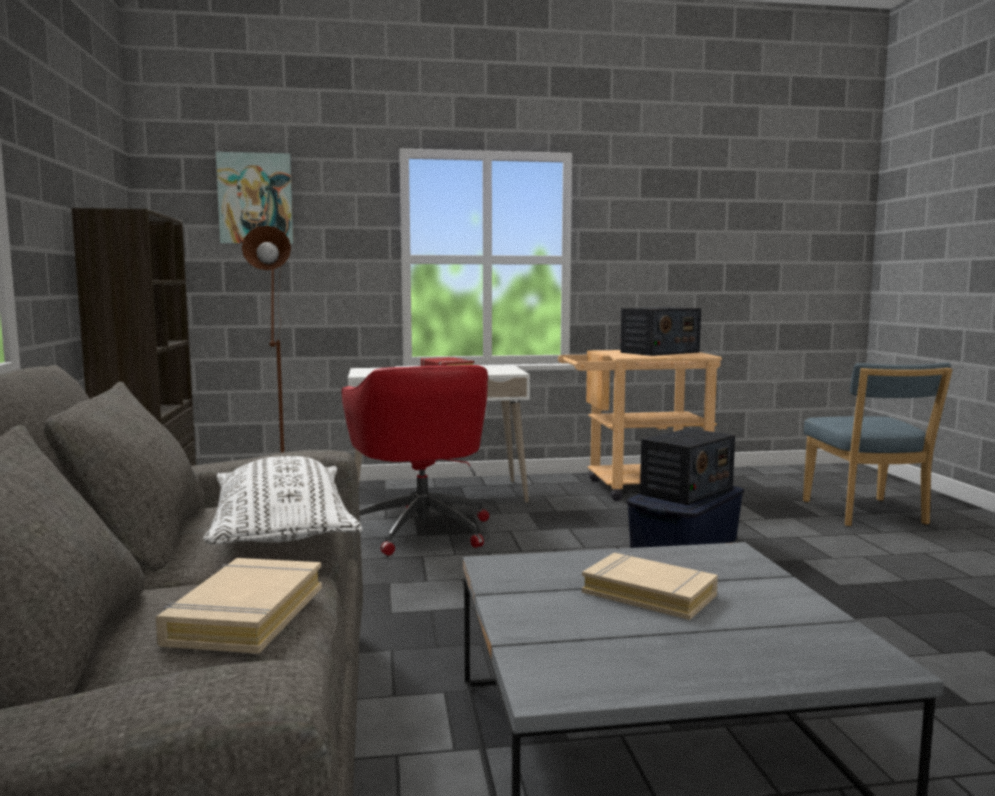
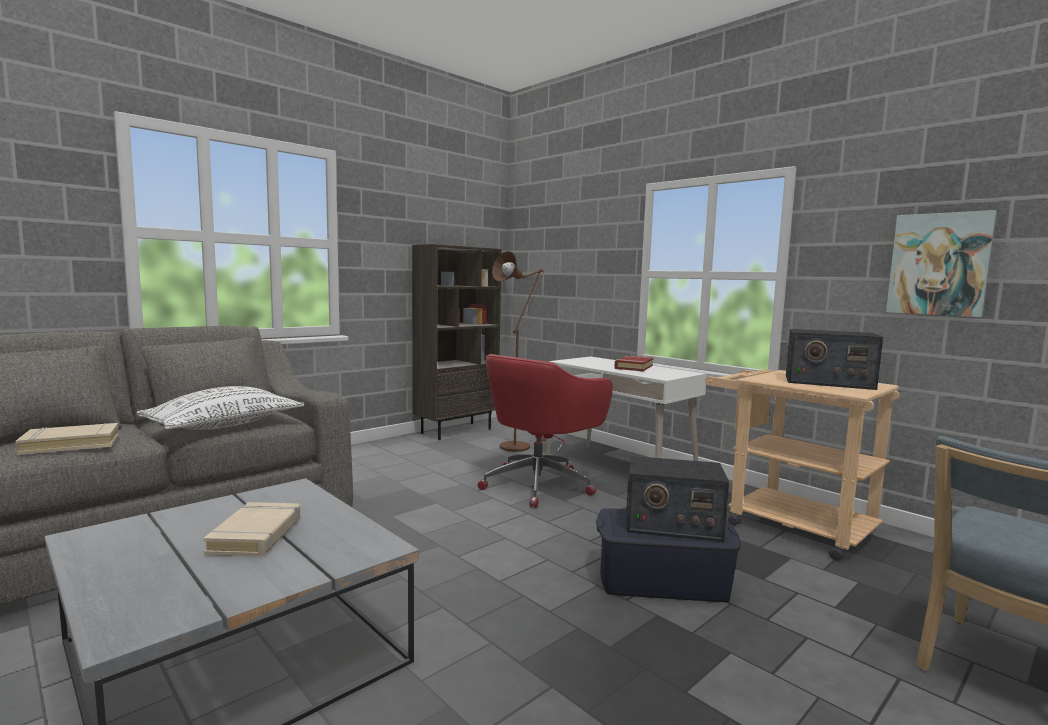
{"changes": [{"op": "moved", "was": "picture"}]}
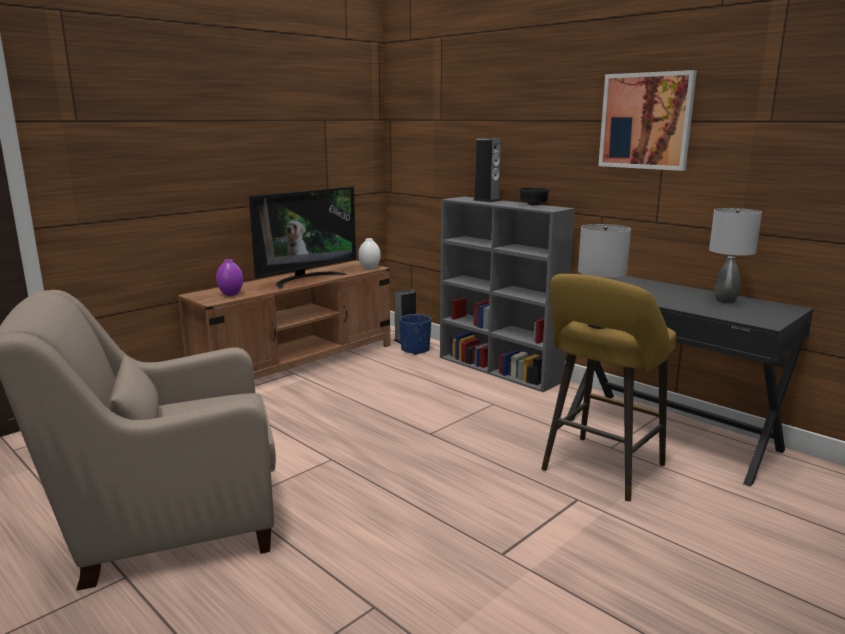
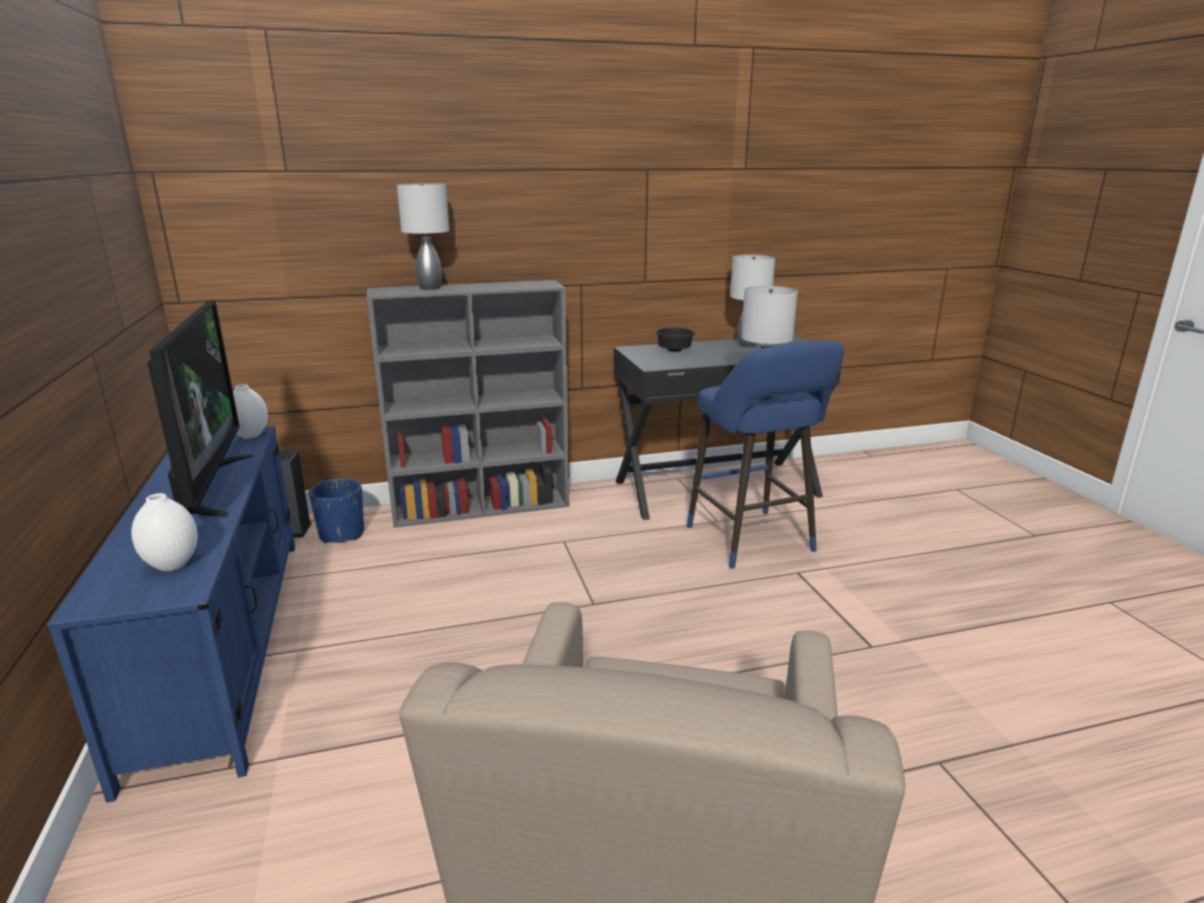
{"changes": [{"op": "removed", "was": "picture"}, {"op": "moved", "was": "bowl (blackish)"}, {"op": "replaced", "was": "speaker (2nd from left)", "now": "table lamp (greyish) (1st from left)"}, {"op": "recoloured", "was": "media console (brown)", "now": "media console (blue)"}, {"op": "recoloured", "was": "flower vase (purple)", "now": "flower vase (white-coloured) (1st from left)"}, {"op": "recoloured", "was": "stool seat (yellowish)", "now": "stool seat (blue)"}]}
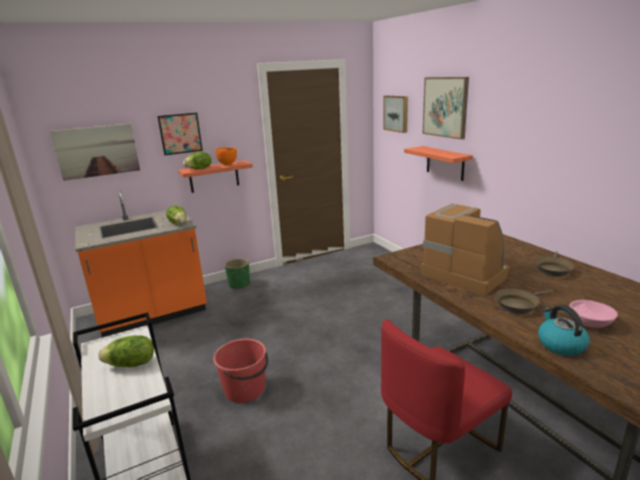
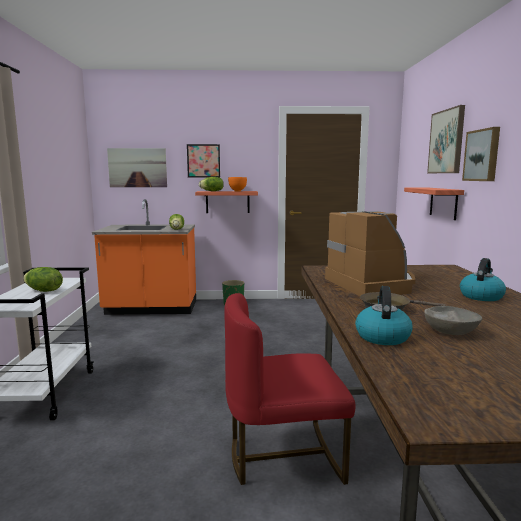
{"changes": [{"op": "removed", "was": "bucket (red-coloured)"}, {"op": "moved", "was": "picture (3rd from left in the first image)", "now": "picture (4th from left)"}, {"op": "replaced", "was": "skillet (brown) (2nd from left)", "now": "tea kettle (2nd from left)"}, {"op": "recoloured", "was": "bowl (pinkish)", "now": "bowl (greyish)"}]}
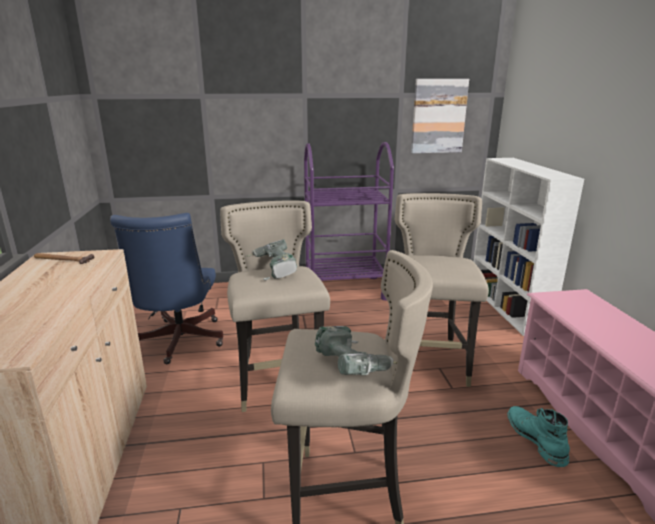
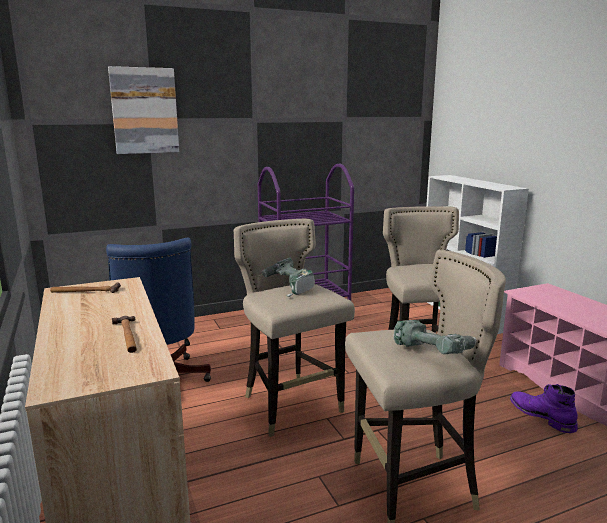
{"changes": [{"op": "added", "now": "hand hammer (2nd from left)"}, {"op": "moved", "was": "picture"}, {"op": "recoloured", "was": "tall boot (blue-green)", "now": "tall boot (purple)"}]}
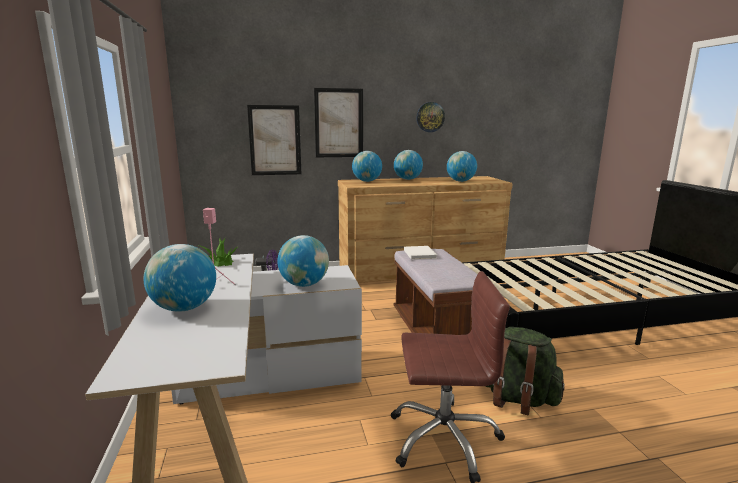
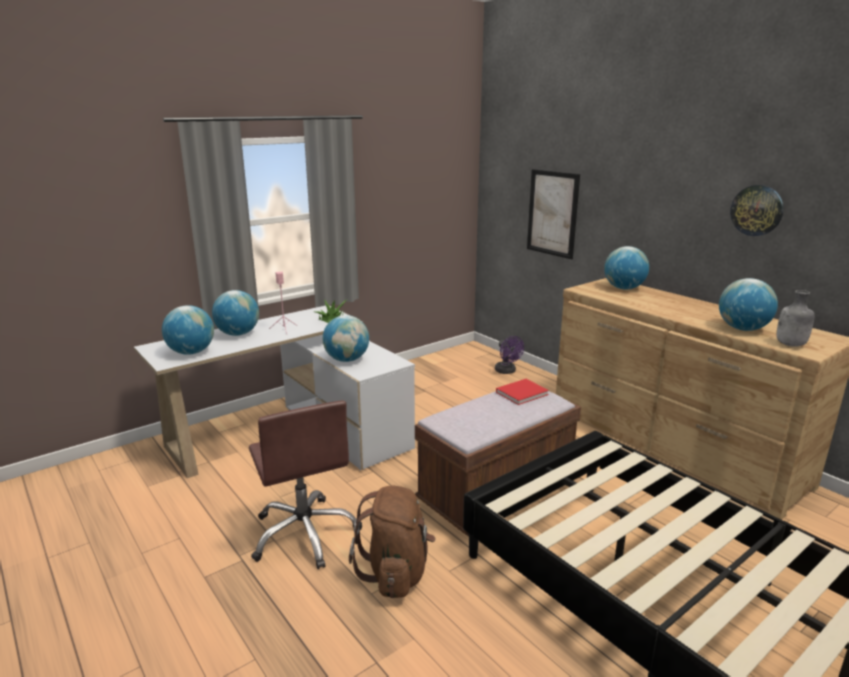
{"changes": [{"op": "removed", "was": "picture (2nd from left)"}, {"op": "added", "now": "drink bottle (greyish)"}, {"op": "moved", "was": "world globe (4th from left in the first image)", "now": "world globe (1st from left)"}, {"op": "recoloured", "was": "book (white-coloured)", "now": "book (red-coloured)"}, {"op": "recoloured", "was": "backpack (green)", "now": "backpack (brown)"}]}
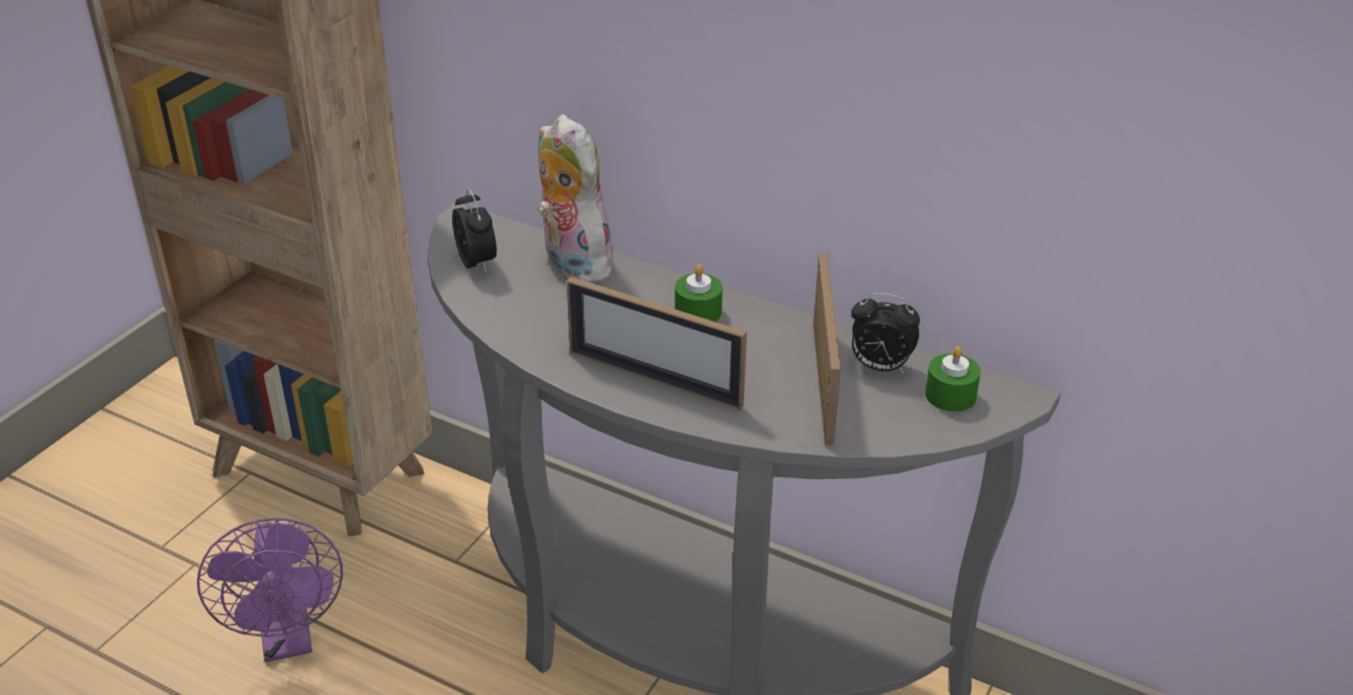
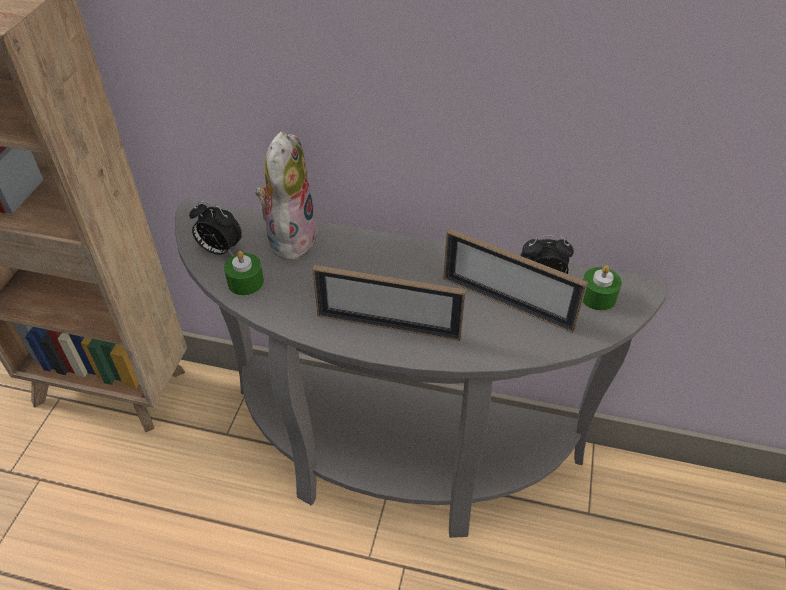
{"changes": [{"op": "removed", "was": "cooling fan (purple)"}, {"op": "moved", "was": "candle (green) (1st from left)"}, {"op": "turned", "was": "table clock (1st from left)", "clockwise": 150}, {"op": "turned", "was": "plush toy", "clockwise": 60}, {"op": "turned", "was": "standing frame (2nd from left)", "clockwise": 135}]}
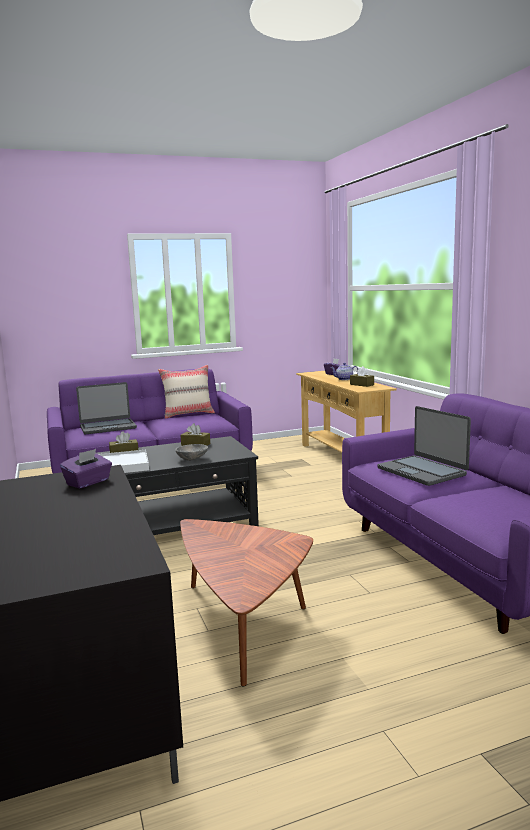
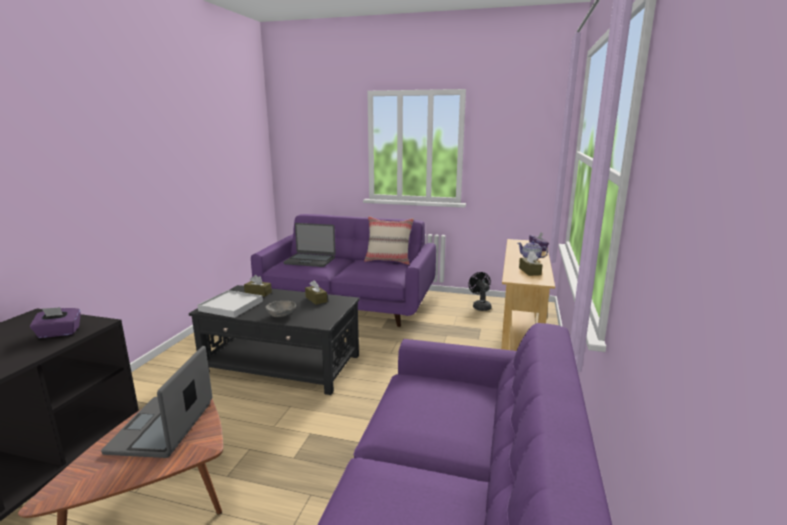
{"changes": [{"op": "added", "now": "cooling fan (blackish)"}, {"op": "moved", "was": "portable computer (2nd from left in the first image)", "now": "portable computer (1st from left)"}]}
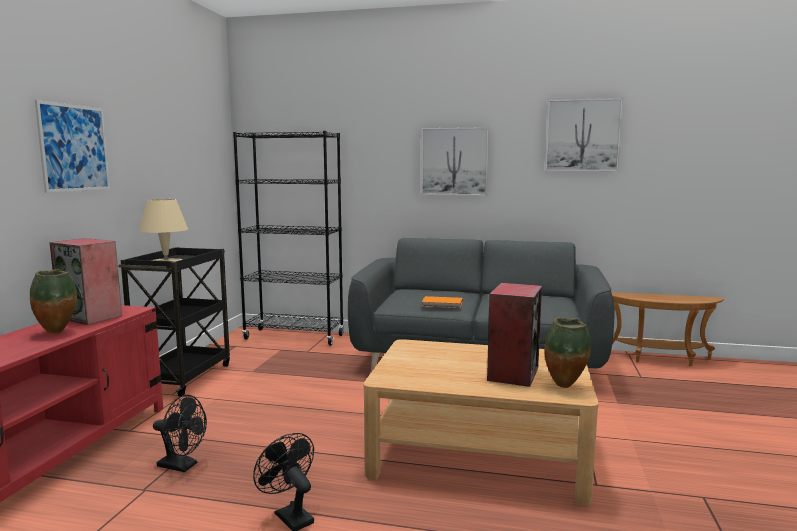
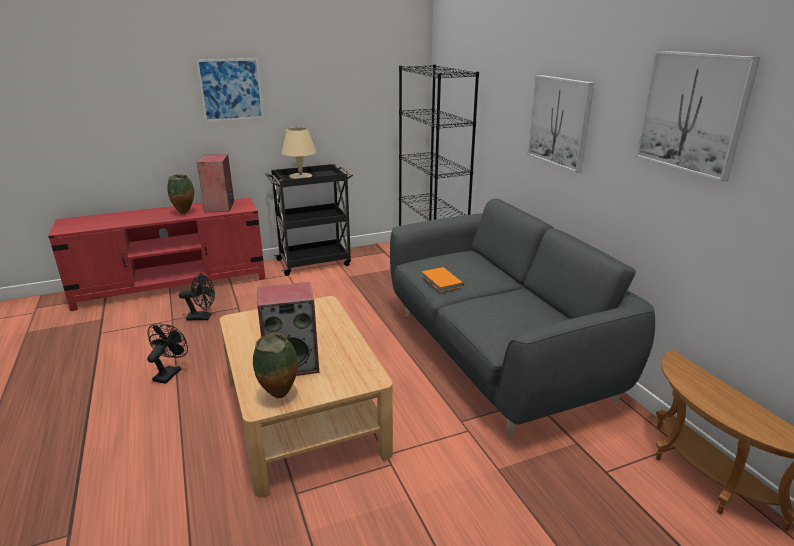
{"changes": [{"op": "turned", "was": "cooling fan (blackish) (1st from left in the first image)", "clockwise": -75}]}
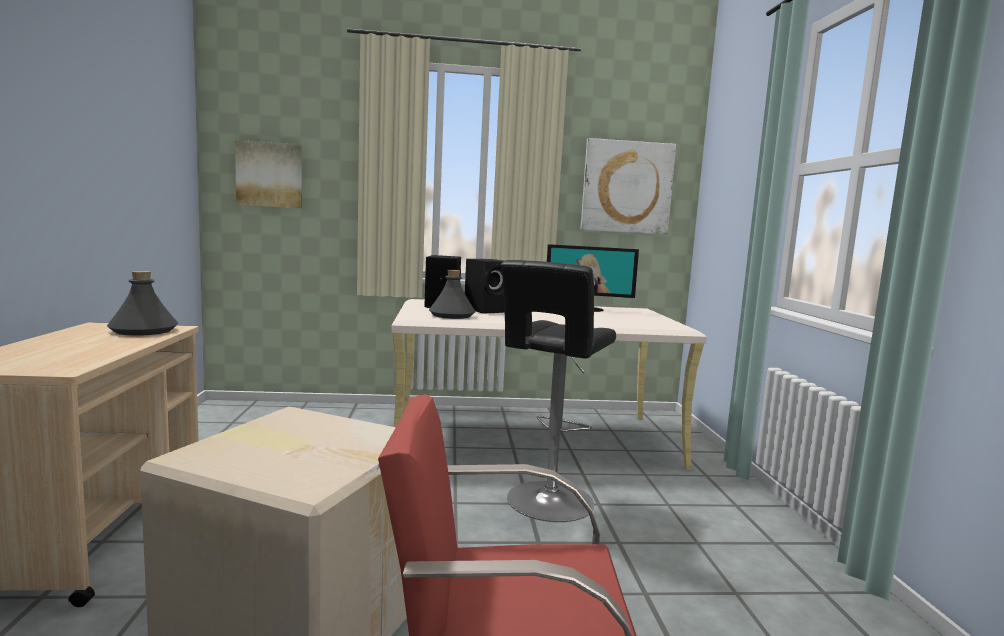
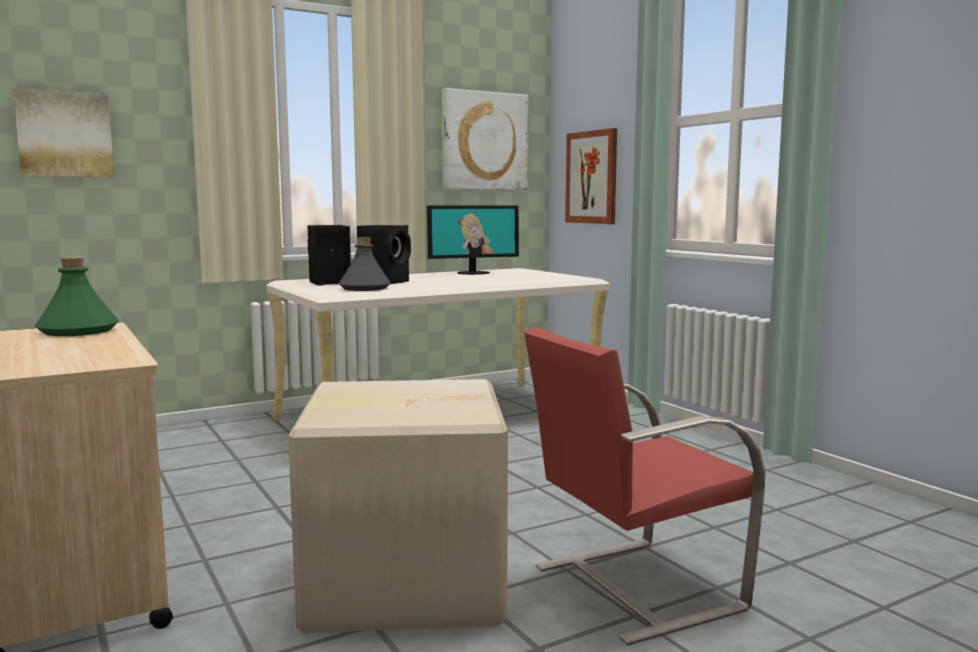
{"changes": [{"op": "removed", "was": "stool seat (blackish)"}, {"op": "added", "now": "picture (3rd from left)"}, {"op": "recoloured", "was": "drink bottle (greyish) (1st from left)", "now": "drink bottle (green)"}]}
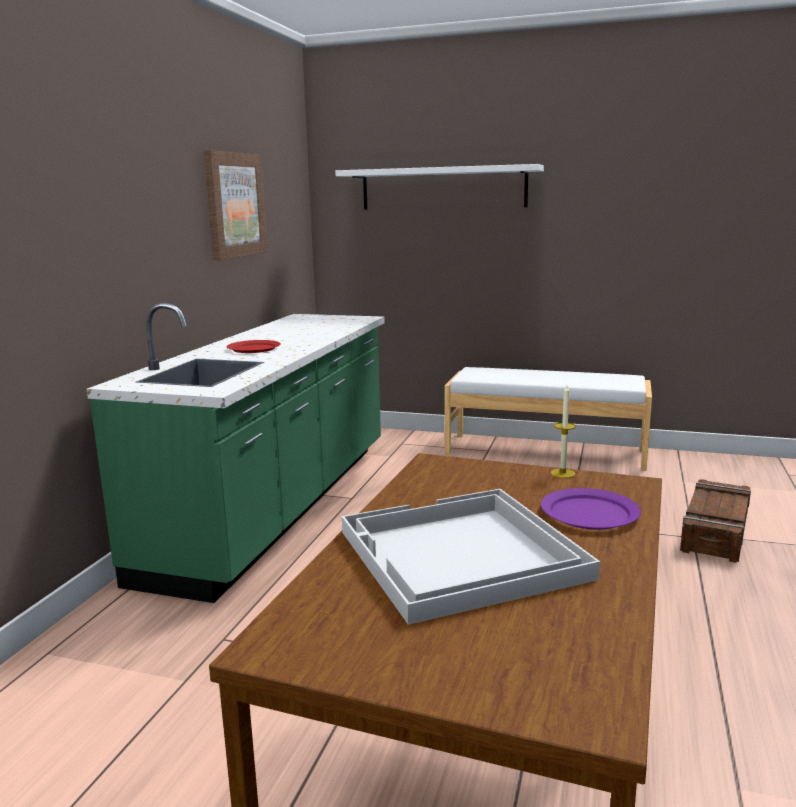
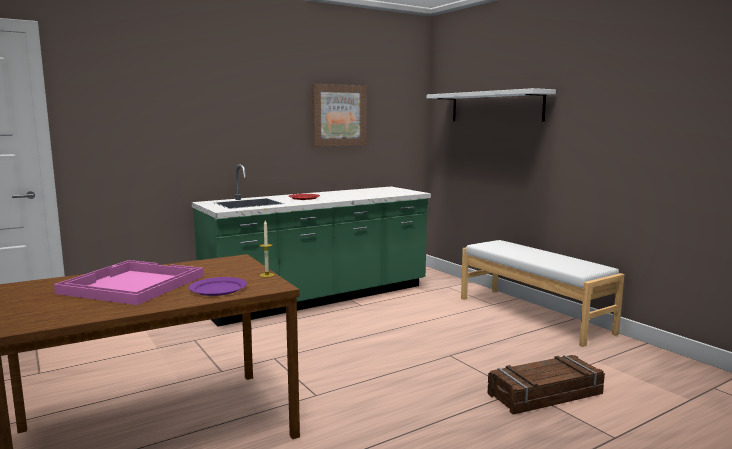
{"changes": [{"op": "recoloured", "was": "tray (white-coloured)", "now": "tray (pinkish)"}]}
